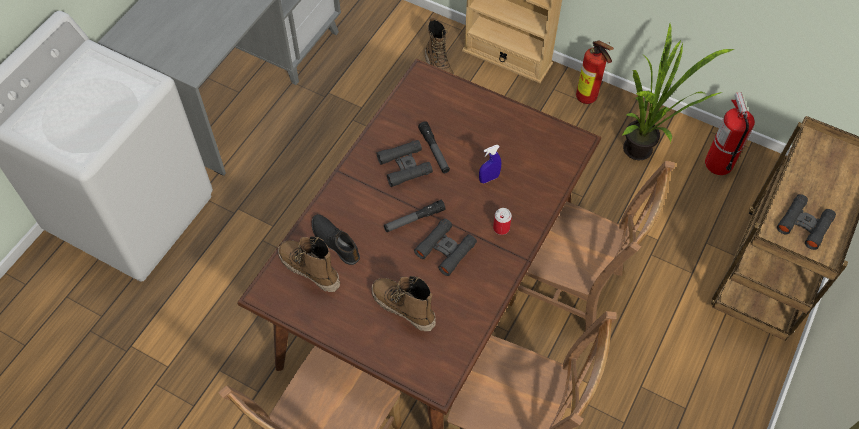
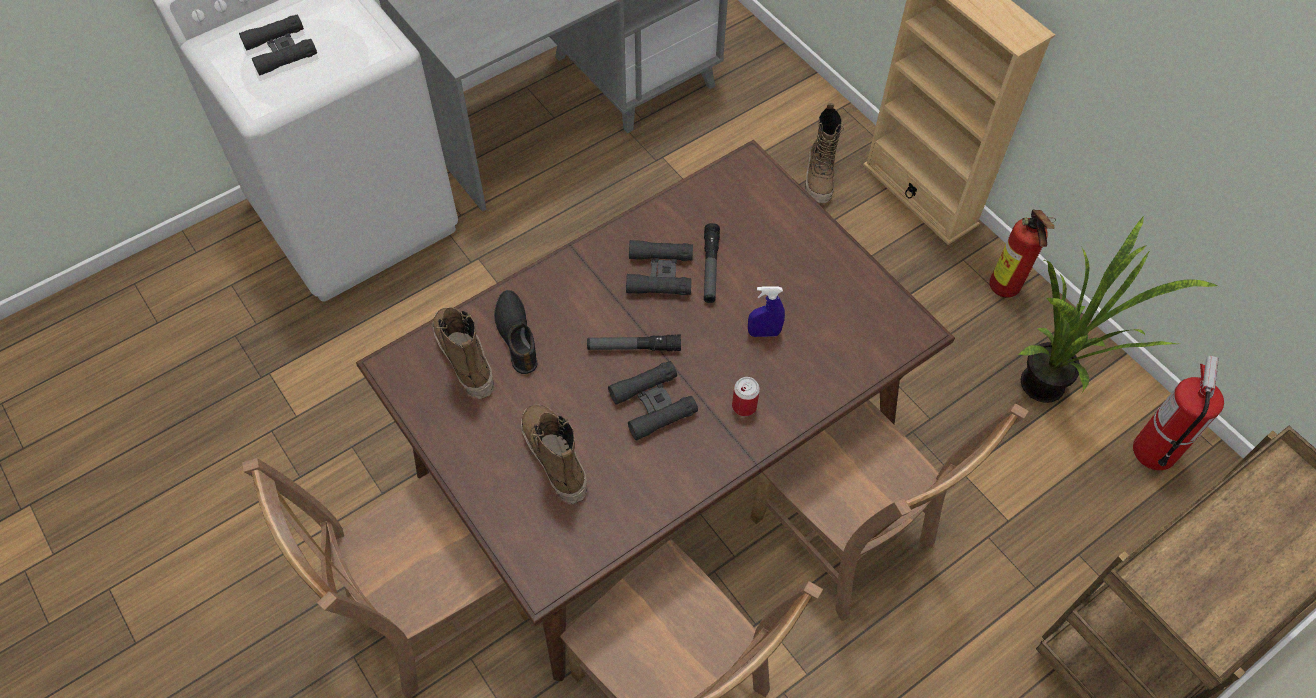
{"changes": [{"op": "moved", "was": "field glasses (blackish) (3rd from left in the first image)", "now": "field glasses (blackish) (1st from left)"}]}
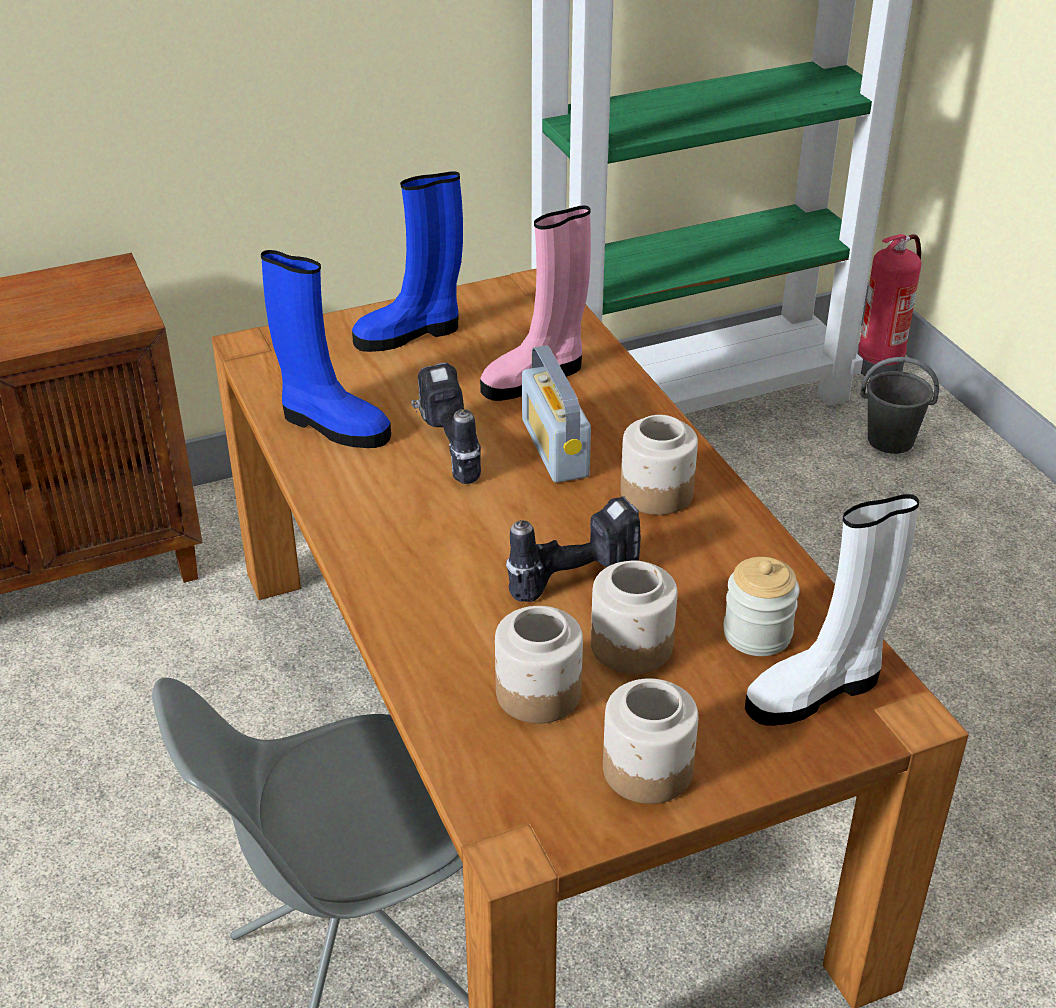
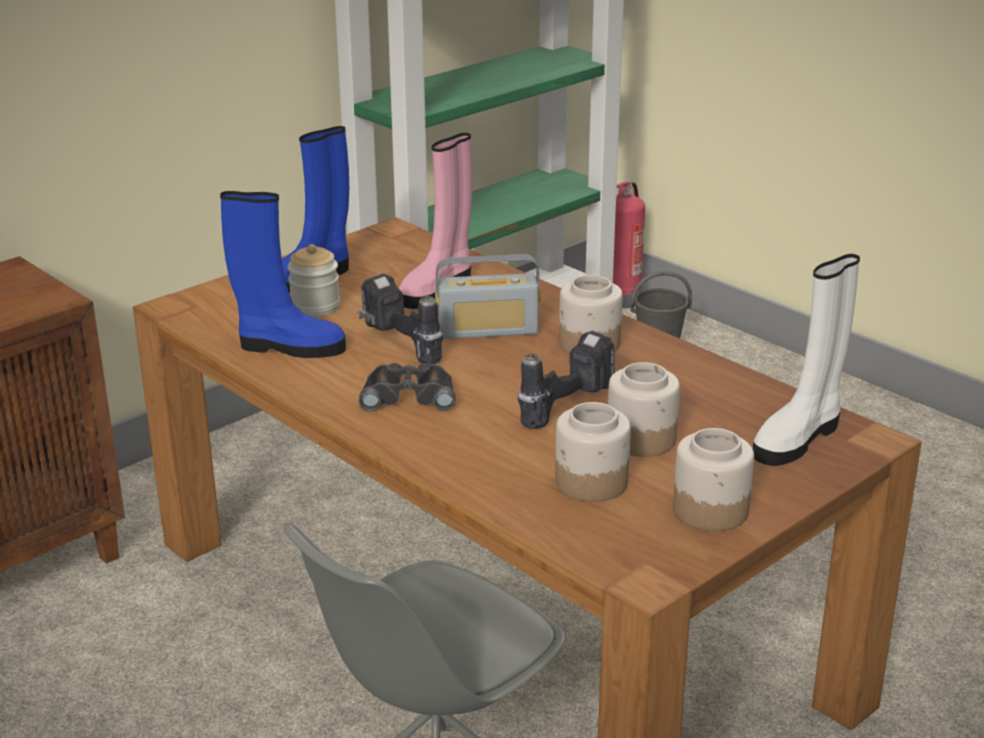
{"changes": [{"op": "added", "now": "field glasses (blackish)"}, {"op": "moved", "was": "preserve jar (5th from left in the first image)", "now": "preserve jar (1st from left)"}, {"op": "turned", "was": "radio set", "clockwise": -60}]}
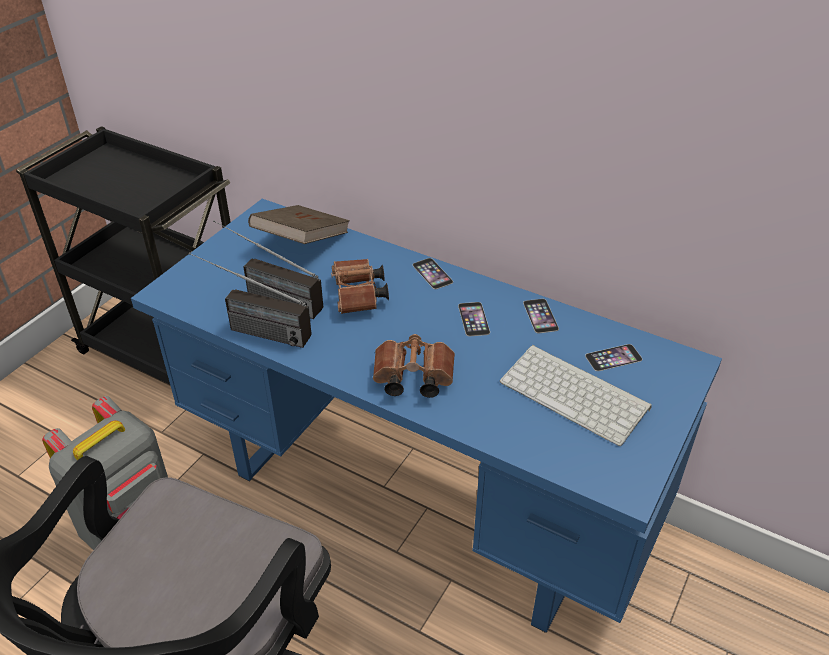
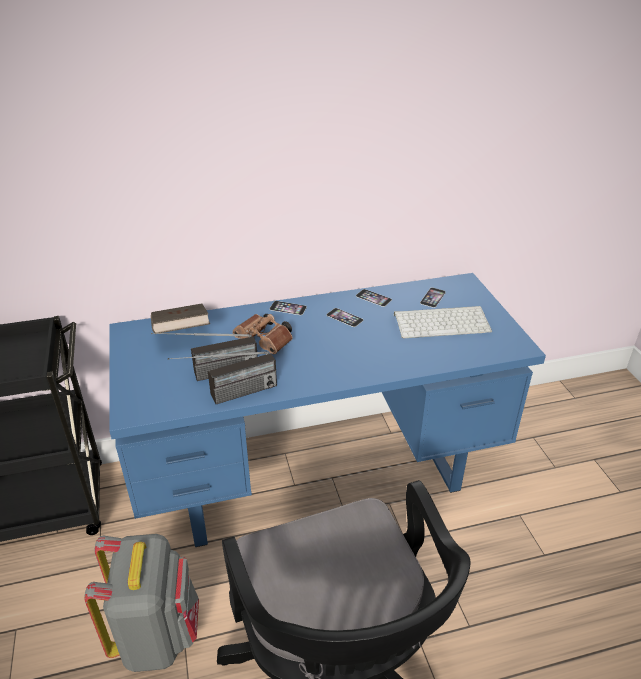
{"changes": [{"op": "removed", "was": "field glasses (brown) (2nd from left)"}]}
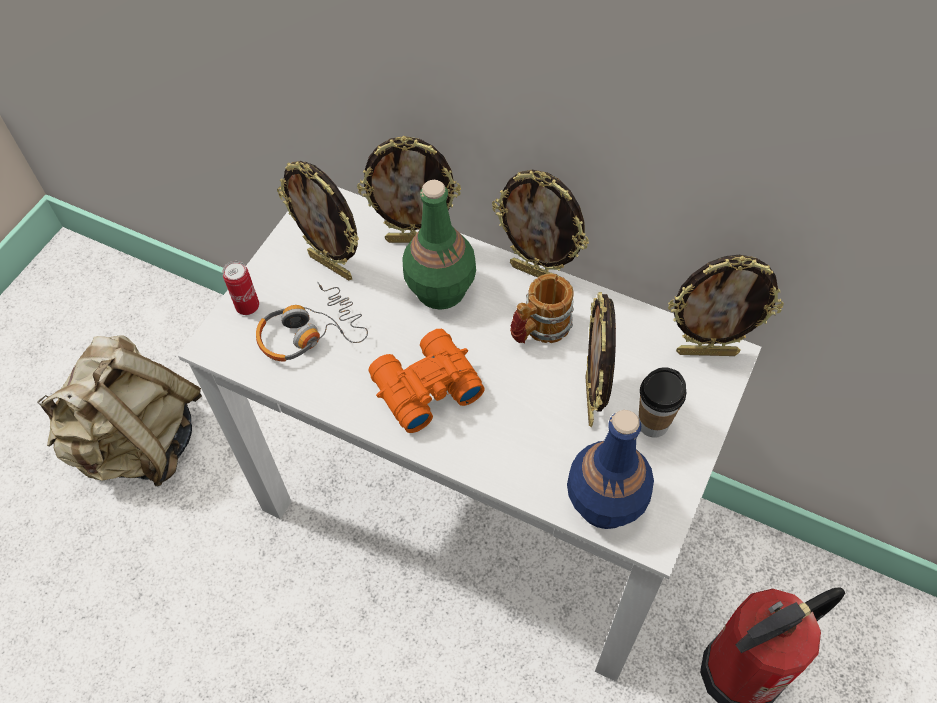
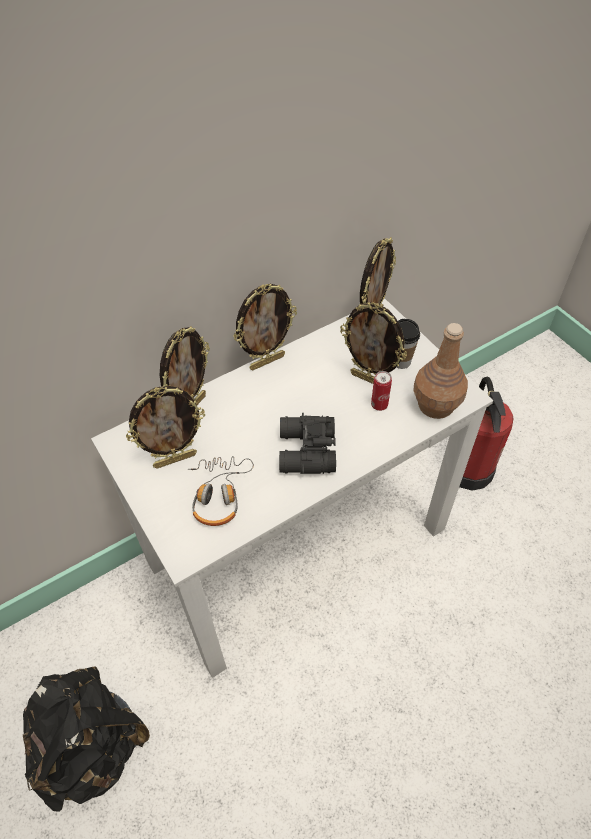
{"changes": [{"op": "removed", "was": "drink bottle (green)"}, {"op": "removed", "was": "mug"}, {"op": "moved", "was": "metal can"}, {"op": "recoloured", "was": "backpack (beige-coloured)", "now": "backpack (blackish)"}, {"op": "recoloured", "was": "field glasses (orange)", "now": "field glasses (blackish)"}, {"op": "recoloured", "was": "drink bottle (blue)", "now": "drink bottle (brown)"}]}
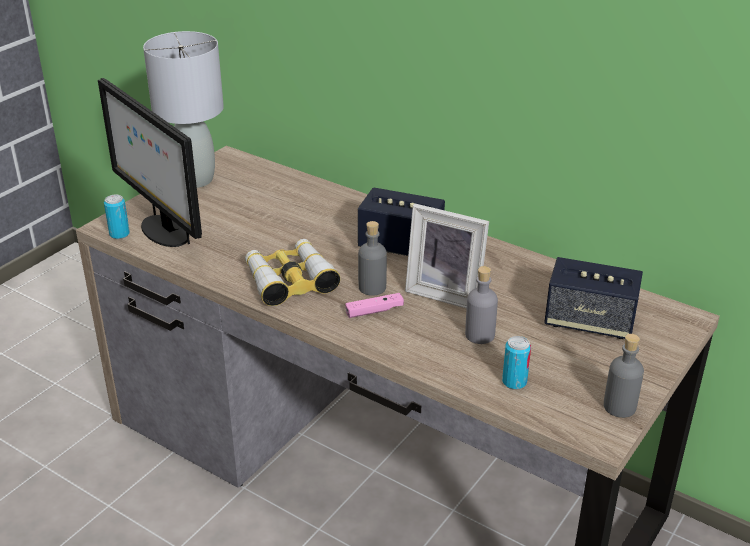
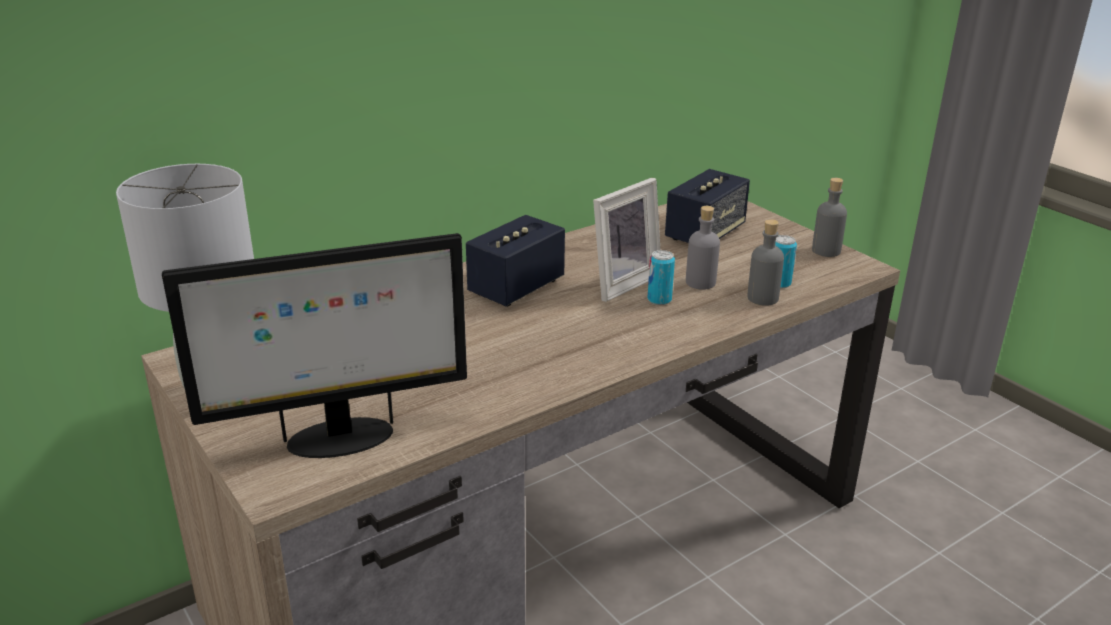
{"changes": [{"op": "removed", "was": "field glasses"}, {"op": "removed", "was": "joypad (pinkish)"}, {"op": "moved", "was": "metal can (1st from left)"}, {"op": "moved", "was": "drink bottle (greyish) (1st from left in the first image)", "now": "drink bottle (greyish) (2nd from left)"}]}
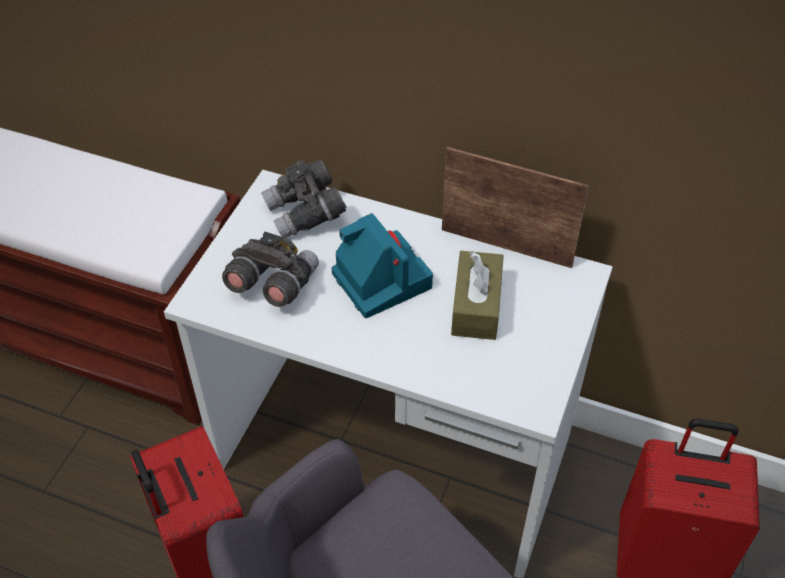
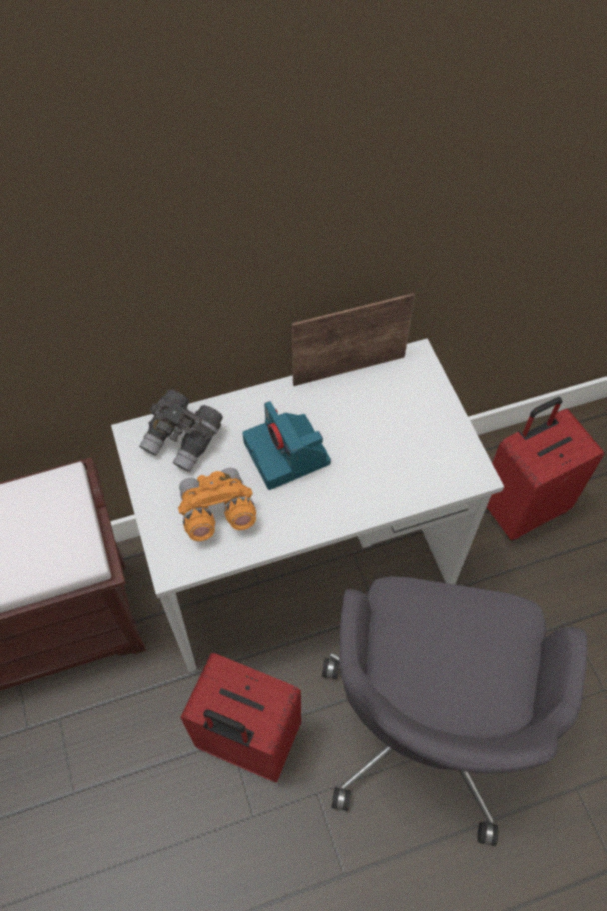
{"changes": [{"op": "removed", "was": "tissue holder (brown)"}, {"op": "recoloured", "was": "field glasses (greyish) (1st from left)", "now": "field glasses (orange)"}, {"op": "turned", "was": "photo camera", "clockwise": -135}]}
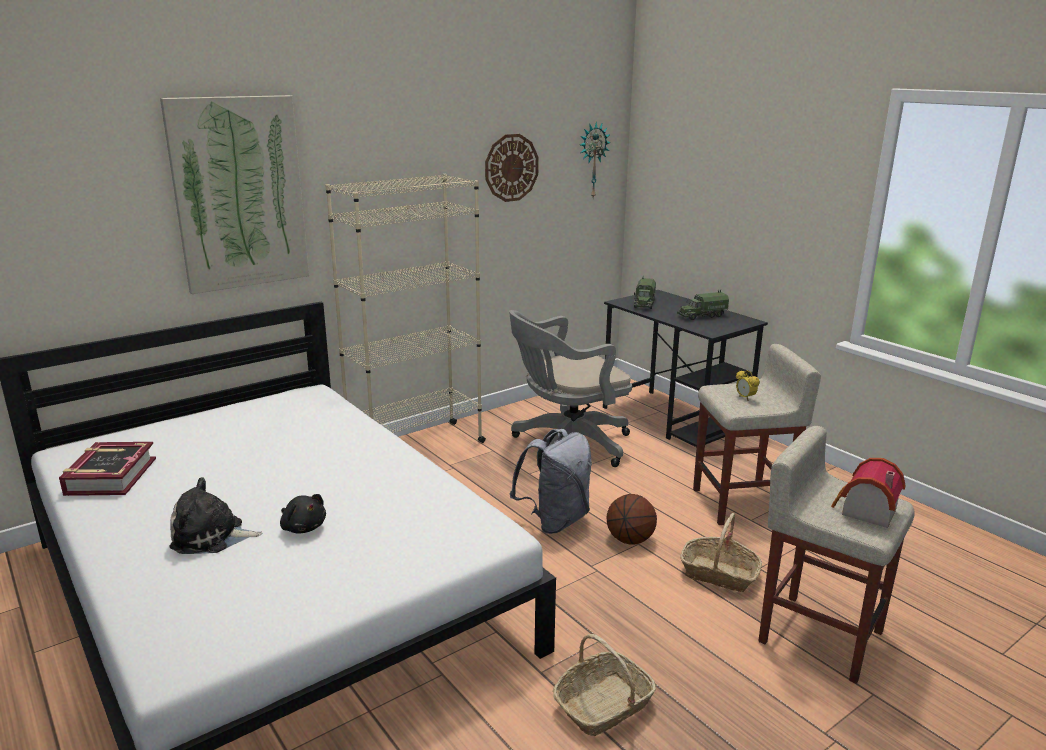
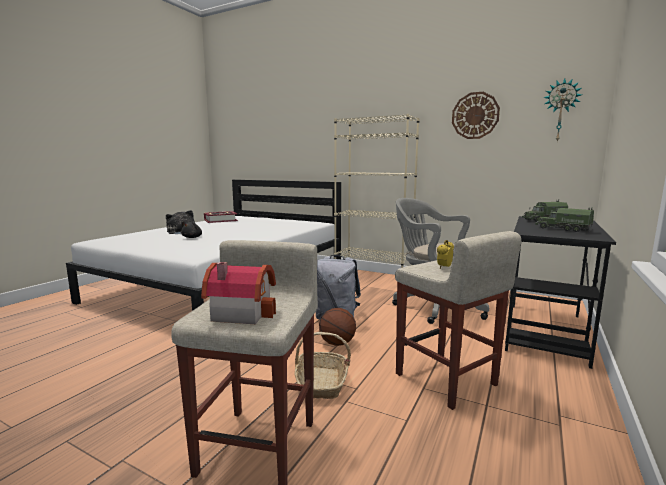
{"changes": [{"op": "removed", "was": "picture"}, {"op": "removed", "was": "basket (1st from left)"}]}
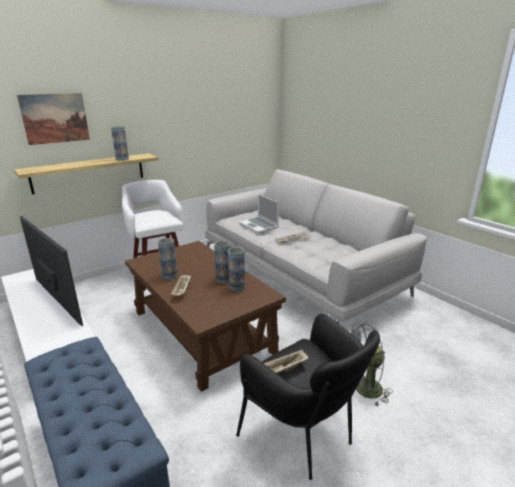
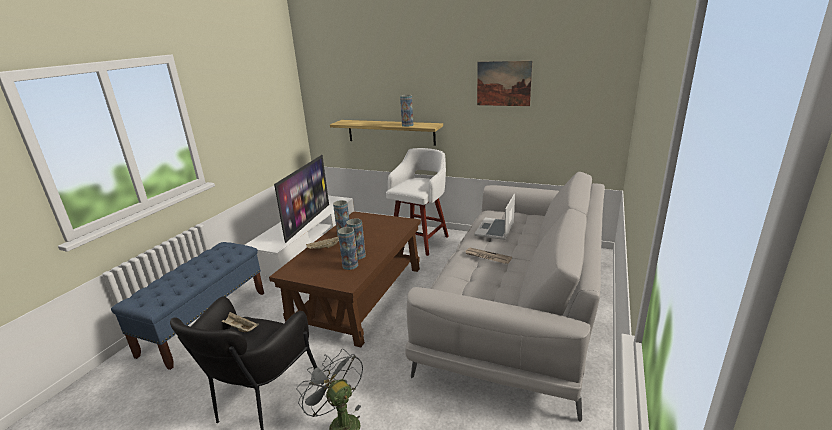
{"changes": [{"op": "moved", "was": "picture"}]}
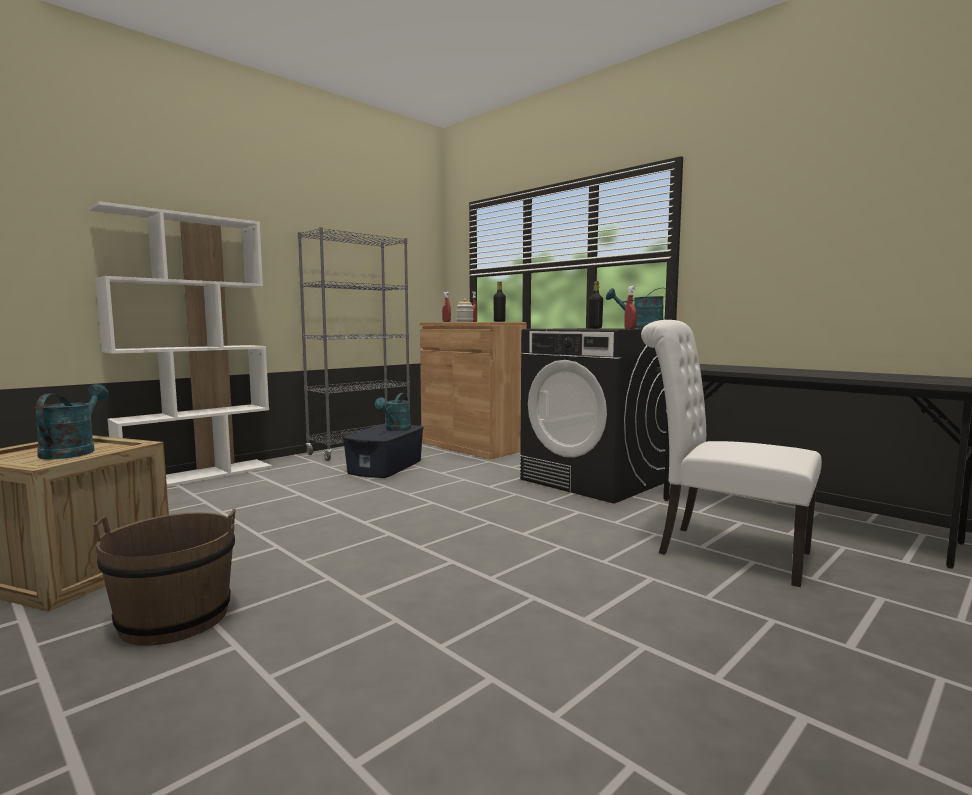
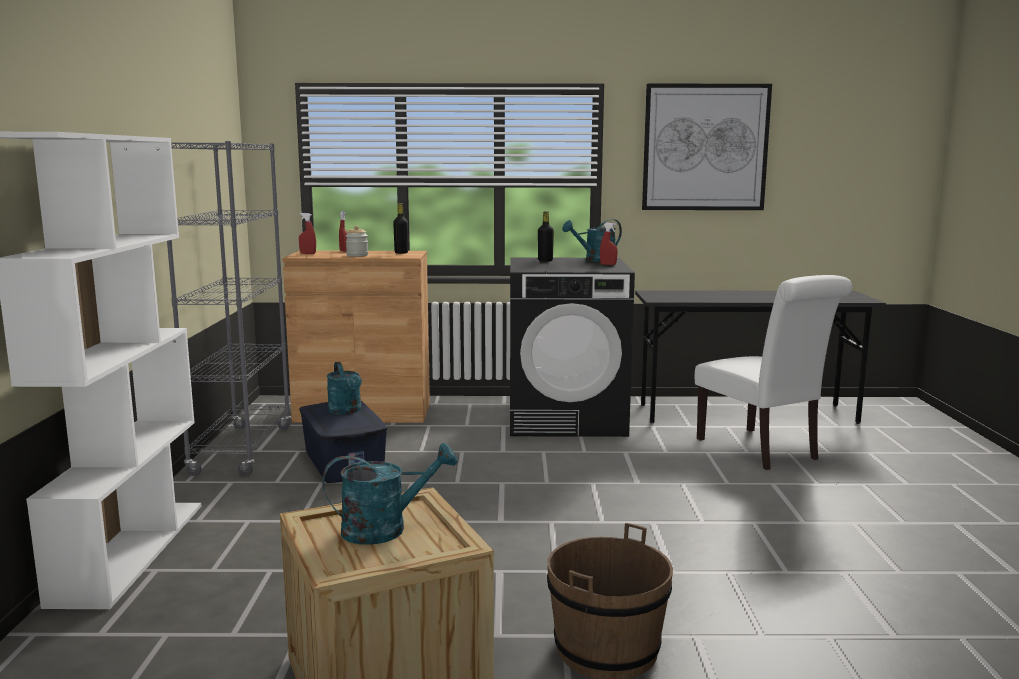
{"changes": [{"op": "added", "now": "picture"}, {"op": "turned", "was": "watering pot (blue-green) (1st from left in the first image)", "clockwise": 120}, {"op": "turned", "was": "plain chair (white-coloured)", "clockwise": -105}]}
